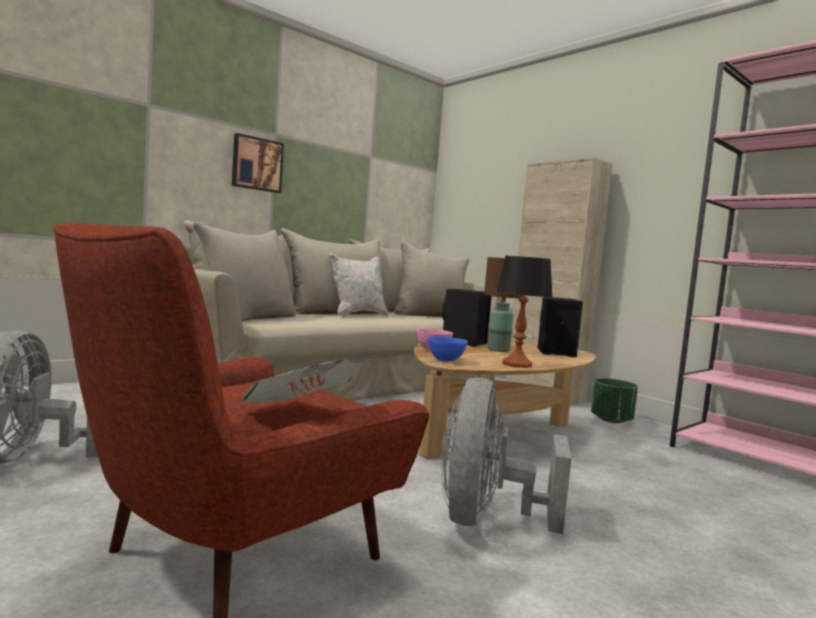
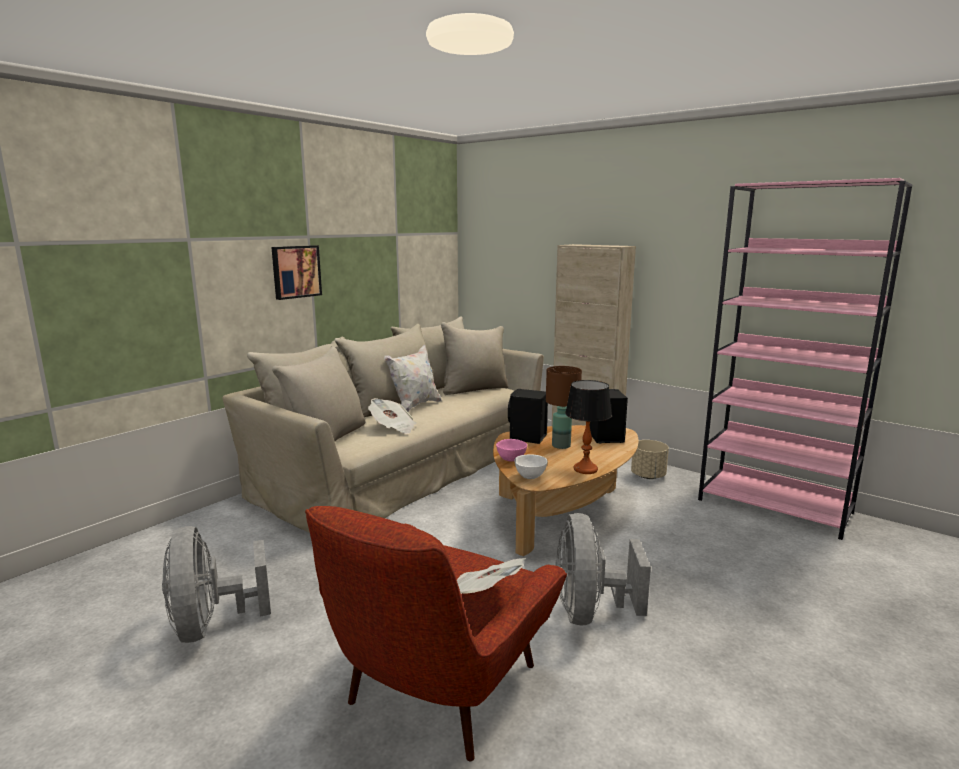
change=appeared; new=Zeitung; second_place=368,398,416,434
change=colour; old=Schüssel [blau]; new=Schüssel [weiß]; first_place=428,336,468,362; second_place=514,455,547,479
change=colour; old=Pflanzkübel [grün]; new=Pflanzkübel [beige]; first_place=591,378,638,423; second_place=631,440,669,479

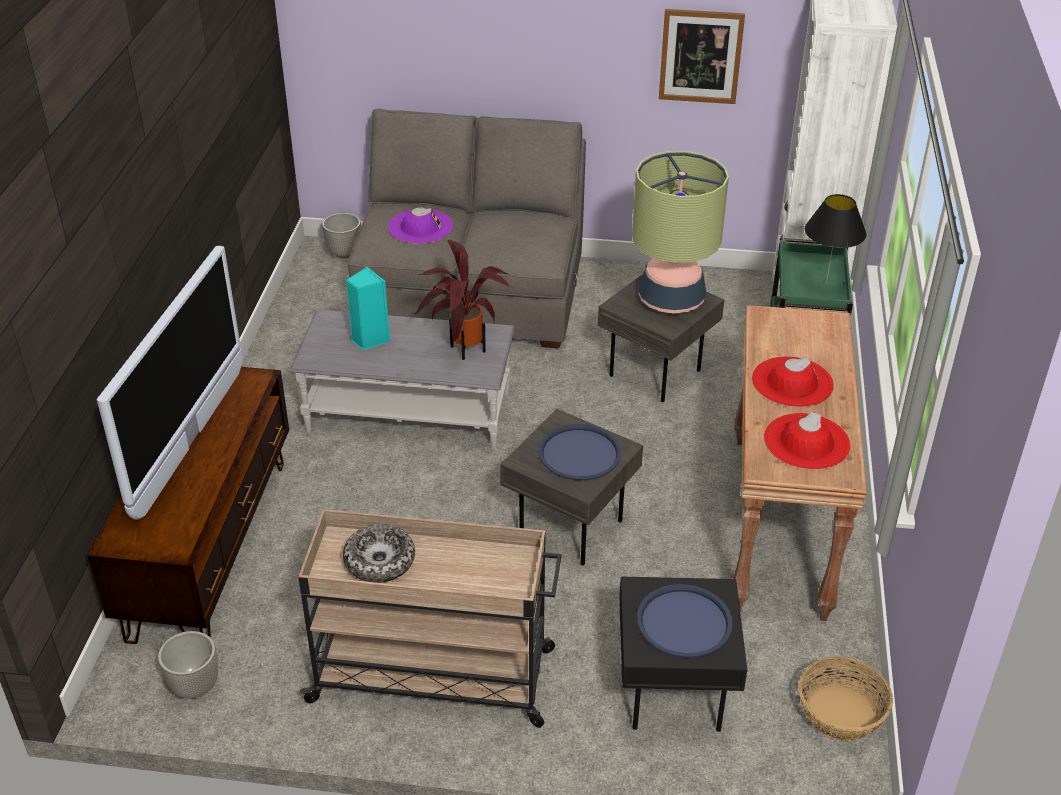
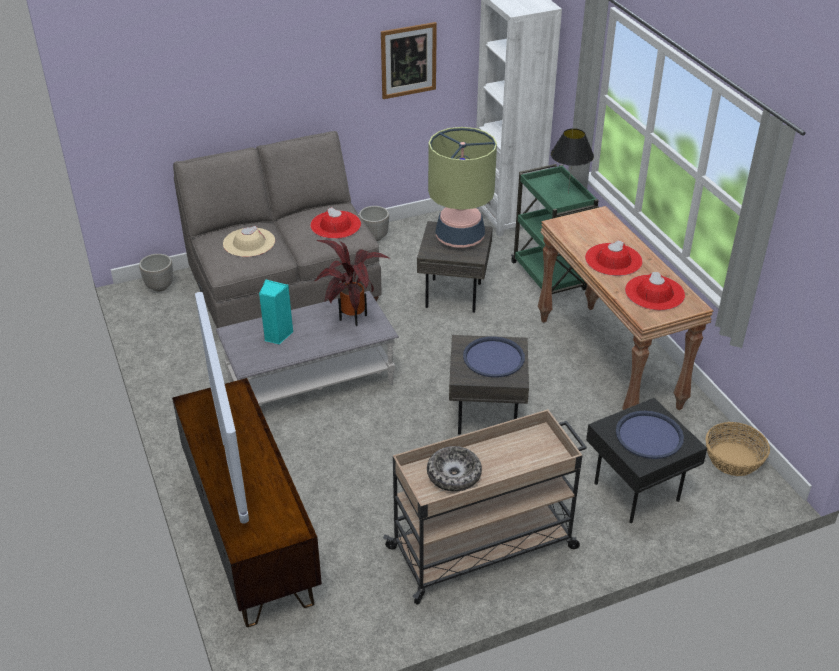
change=appeared; new=Hut [rot]; second_place=310,207,361,239
change=relocated; old=Pflanzkübel; first_place=158,631,218,698; second_place=359,206,389,241
change=colour; old=Hut [lila]; new=Hut [beige]; first_place=388,207,453,244; second_place=223,226,275,257

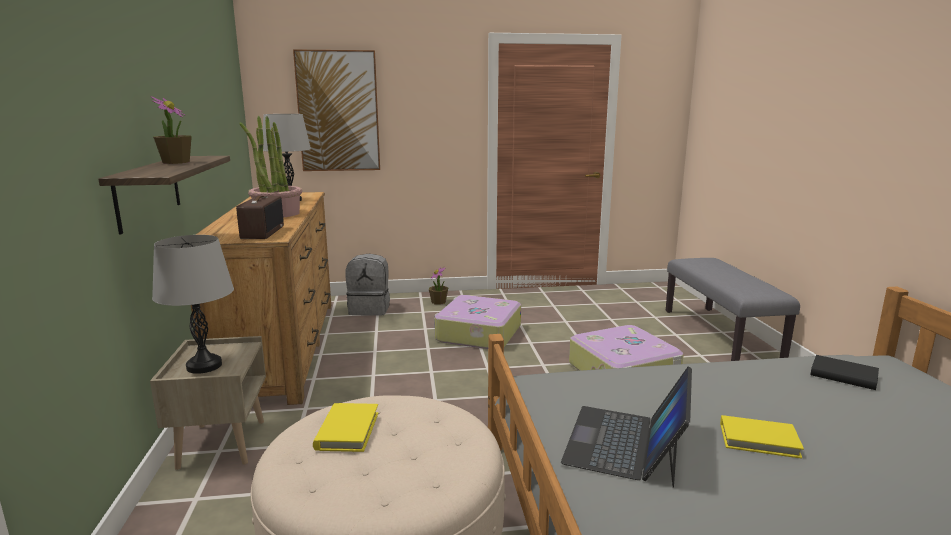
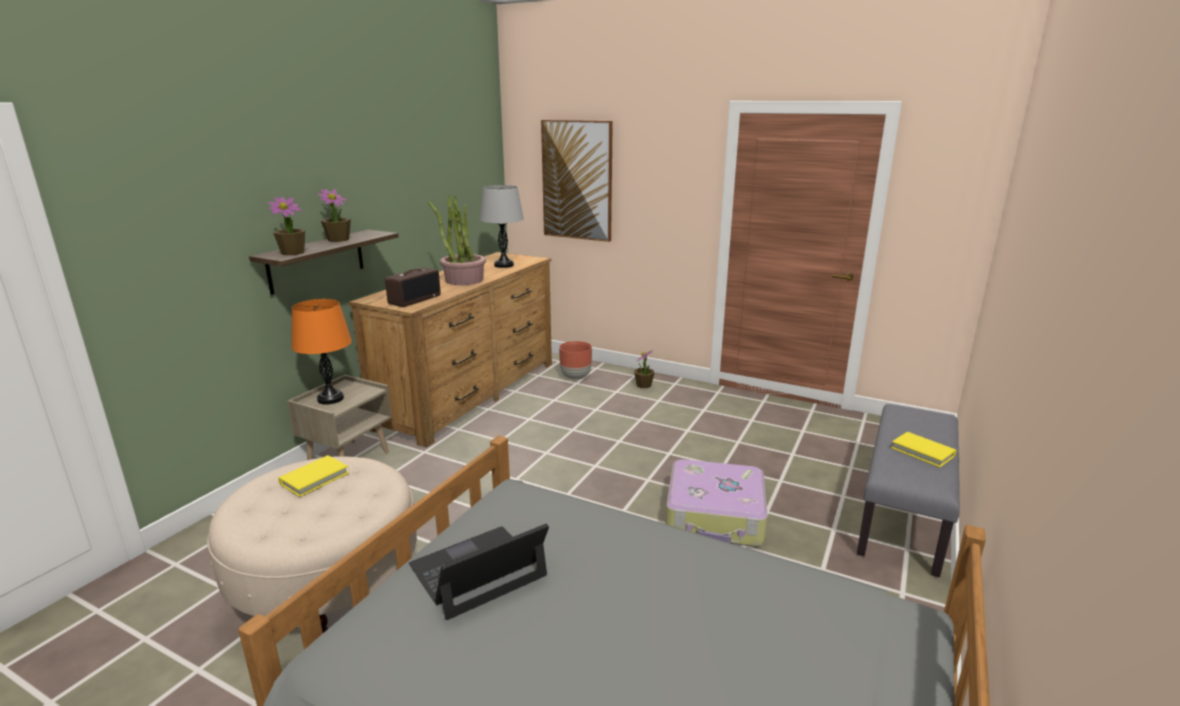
change=missing; old=Koffer; first_place=434,295,521,349
change=missing; old=Buch [schwarz]; first_place=810,355,879,390
change=appeared; new=Topfpflanze; second_place=268,197,305,255
change=relocated; old=Buch [gelb]; first_place=720,415,804,459; second_place=891,432,957,467
change=exchanged; old=Rucksack [grau]; new=Pflanzkübel [braun]; first_place=345,254,390,316; second_place=559,341,592,379
change=colour; old=Tischlampe [grau]; new=Tischlampe [orange]; first_place=152,235,234,374; second_place=291,299,352,405

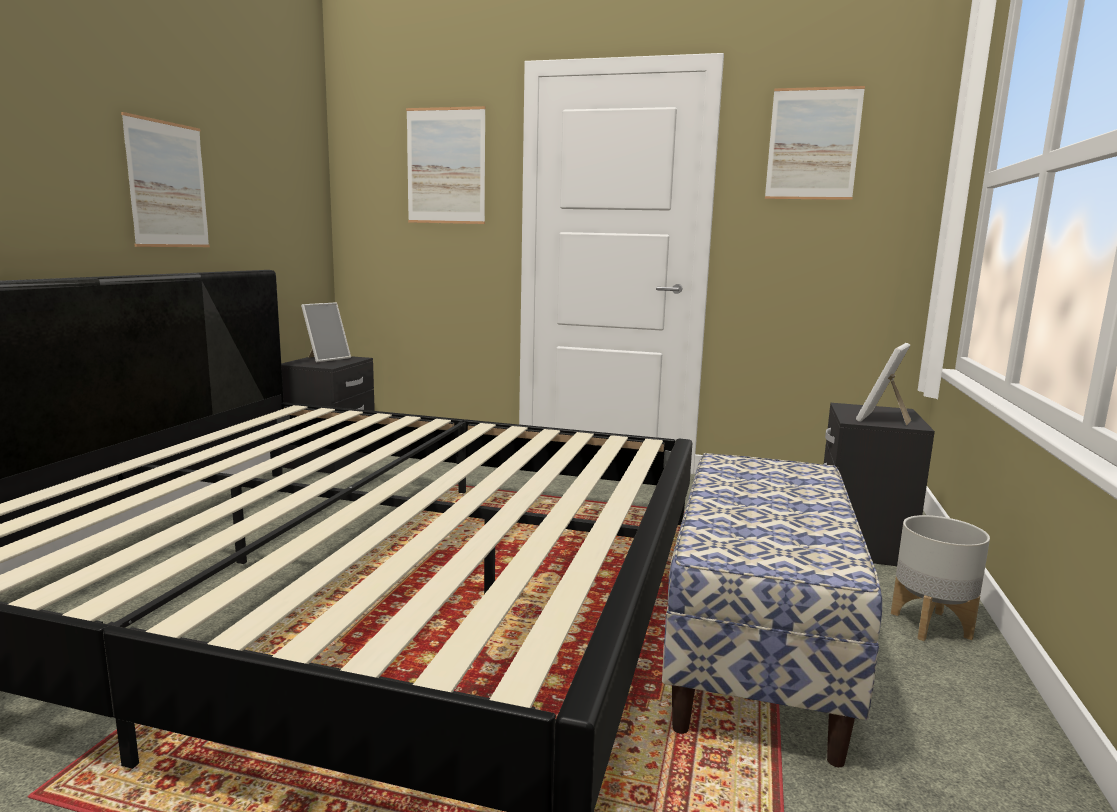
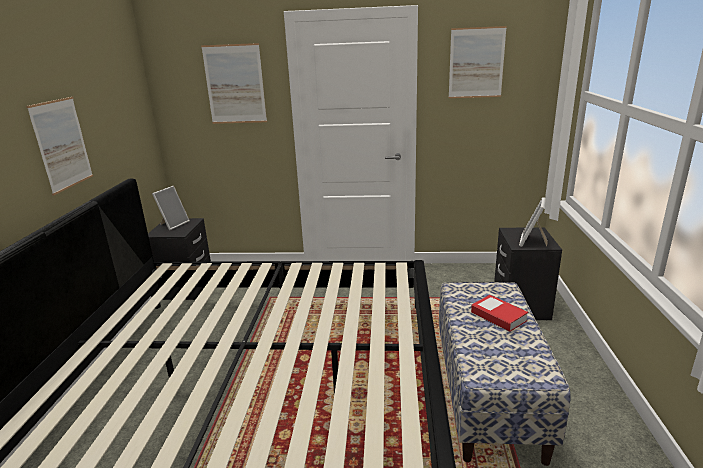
change=missing; old=Pflanzkübel [grau]; first_place=891,515,990,641
change=appeared; new=Buch; second_place=471,295,528,332

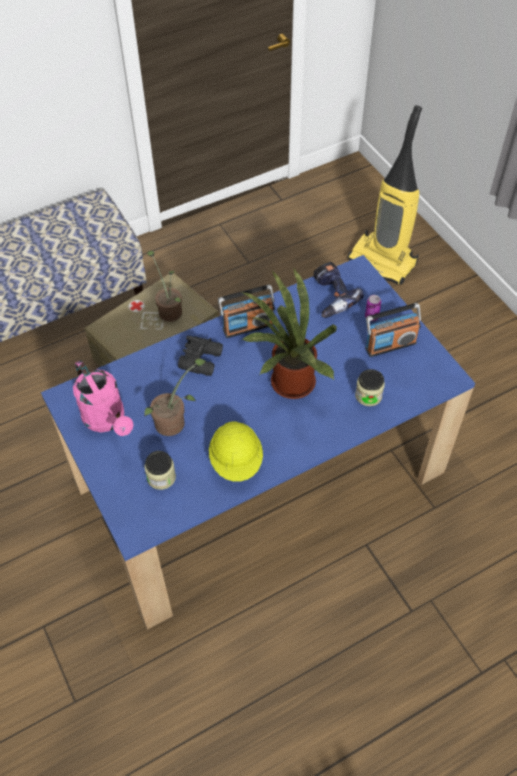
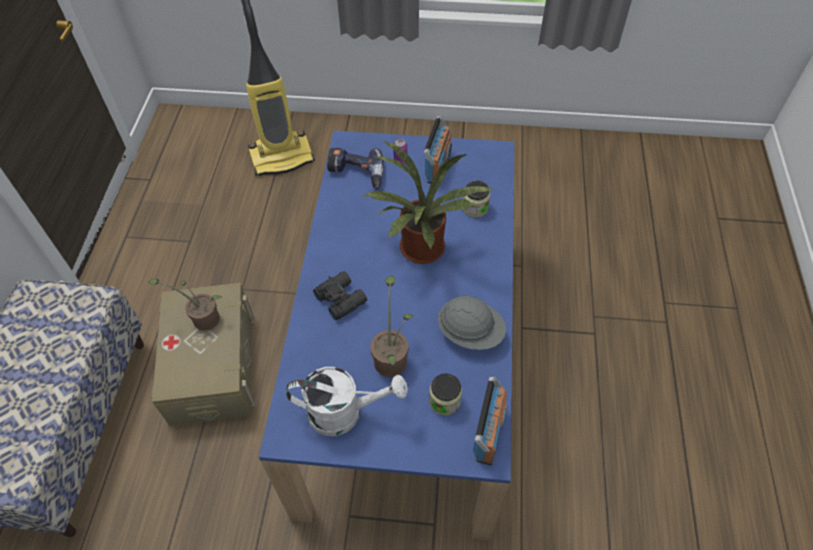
change=relocated; old=Radio; first_place=218,284,275,338; second_place=473,377,508,465
change=colour; old=Gießkanne [rosa]; new=Gießkanne [weiß]; first_place=73,360,133,436; second_place=286,367,408,436
change=colour; old=Schutzhelm [gelb]; new=Schutzhelm [grau]; first_place=209,422,263,482; second_place=438,296,506,350

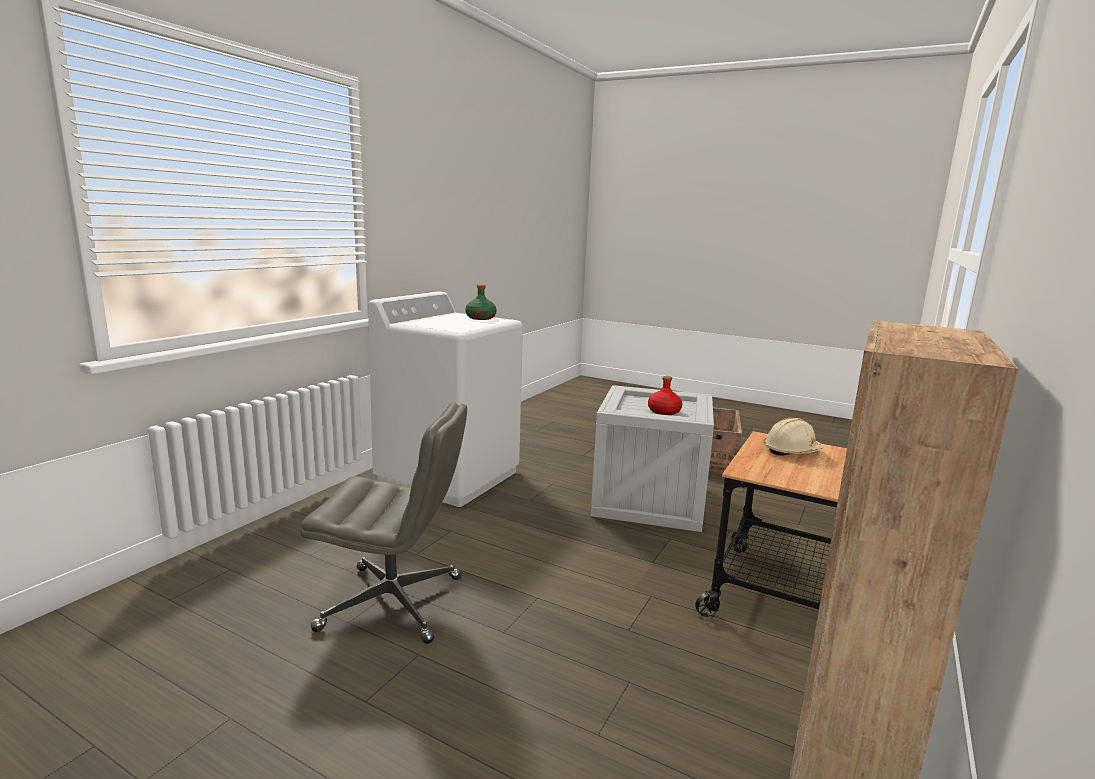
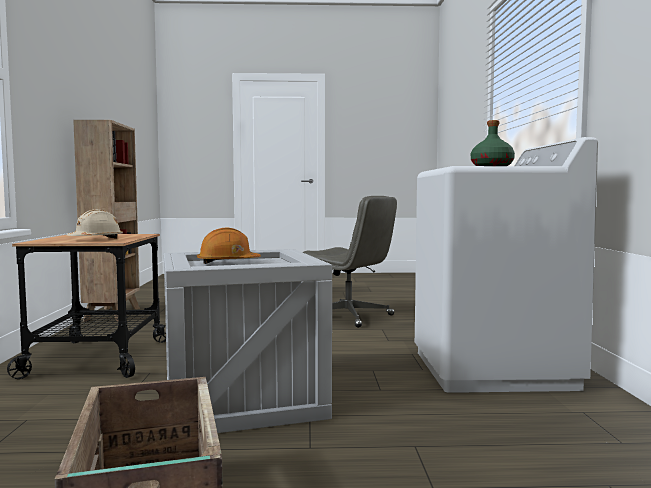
change=exchanged; old=Flasche [rot]; new=Schutzhelm [orange]; first_place=648,376,682,415; second_place=197,228,261,264
change=spun; old=Bürostuhl [grau]; first_place=301,403,467,644; second_place=302,196,397,328; degrees=-120

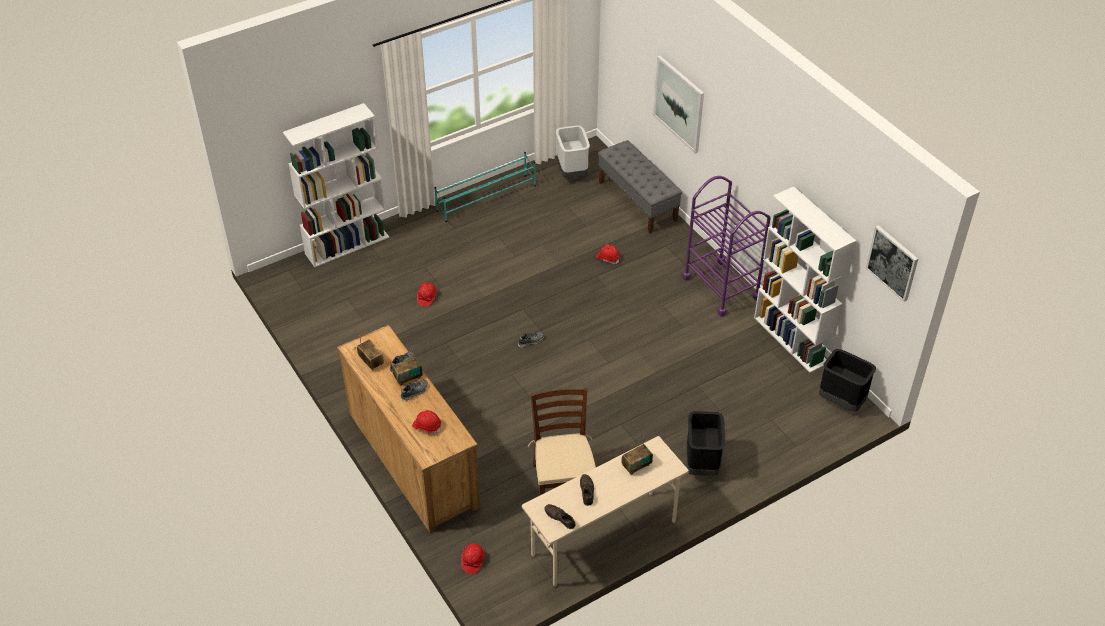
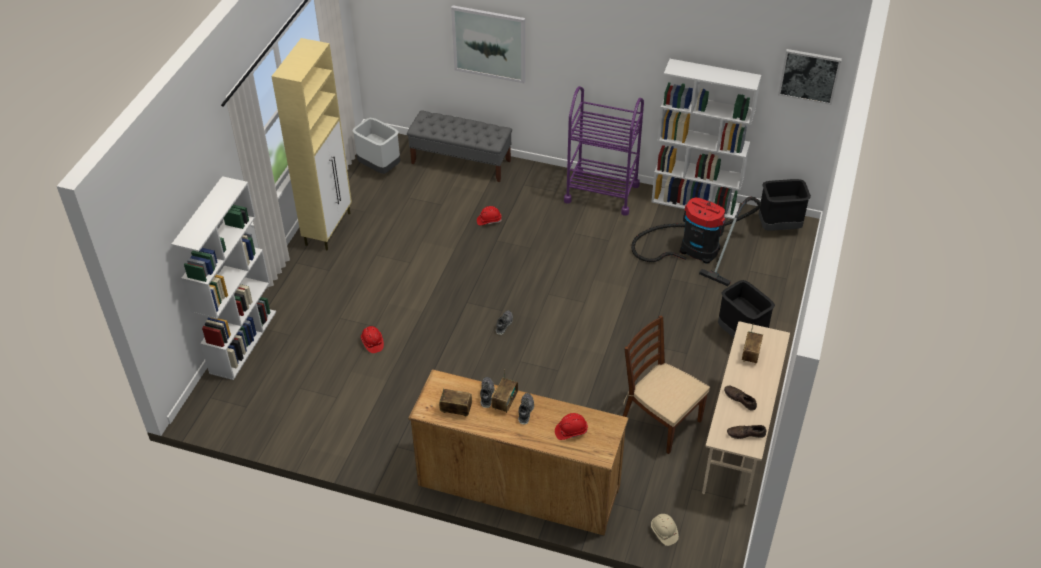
change=appeared; new=Staubsauger; second_place=631,197,761,286
change=exchanged; old=Schuhregal [türkis]; new=Schrank [beige]; first_place=434,152,536,222; second_place=272,38,352,250
change=colour; old=Schutzhelm [rot]; new=Schutzhelm [beige]; first_place=461,544,485,574; second_place=651,514,679,546

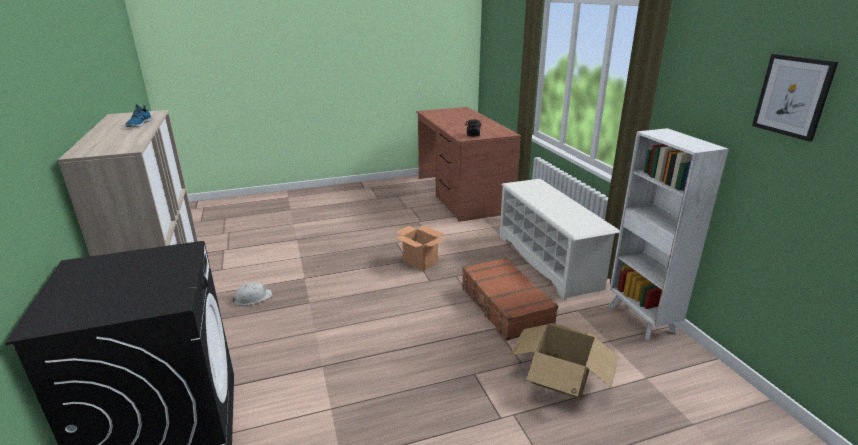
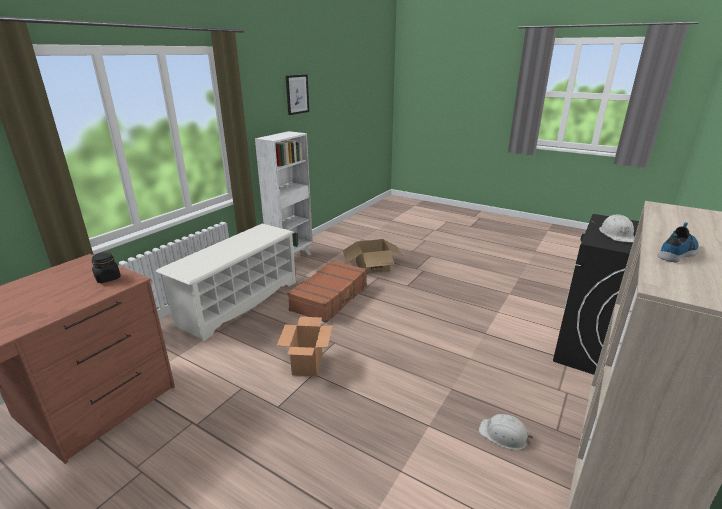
change=appeared; new=Schutzhelm [weiß]; second_place=599,214,635,242

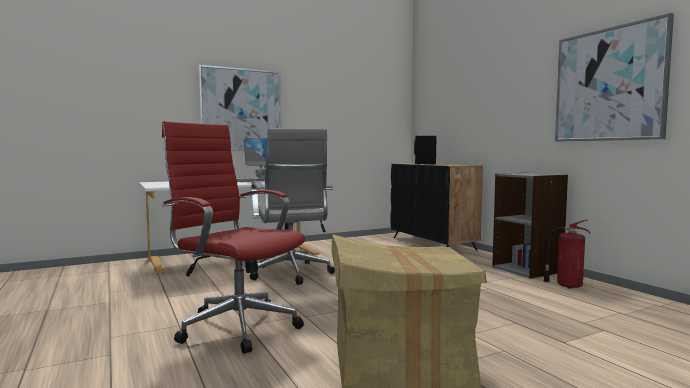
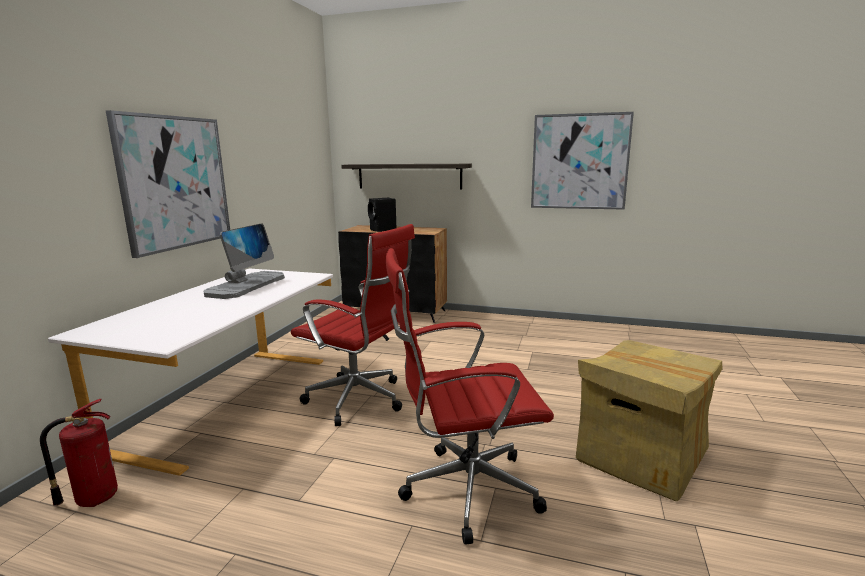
change=missing; old=Bücherregal [grau]; first_place=492,173,568,279
change=appeared; new=Wandregal; second_place=341,164,472,189
change=relocated; old=Feuerlöscher; first_place=544,220,590,289; second_place=40,399,118,507
change=colour; old=Bürostuhl [grau]; new=Bürostuhl [rot]; first_place=250,128,335,285; second_place=291,224,415,426

